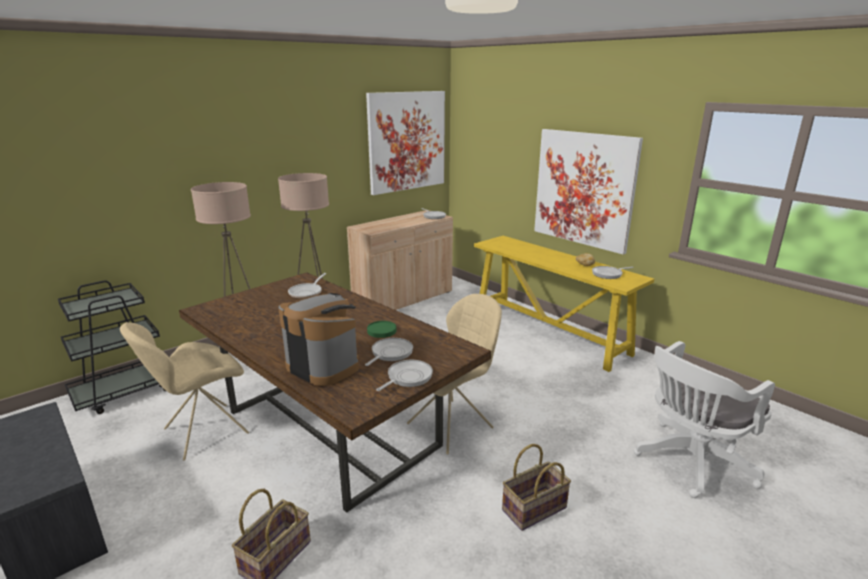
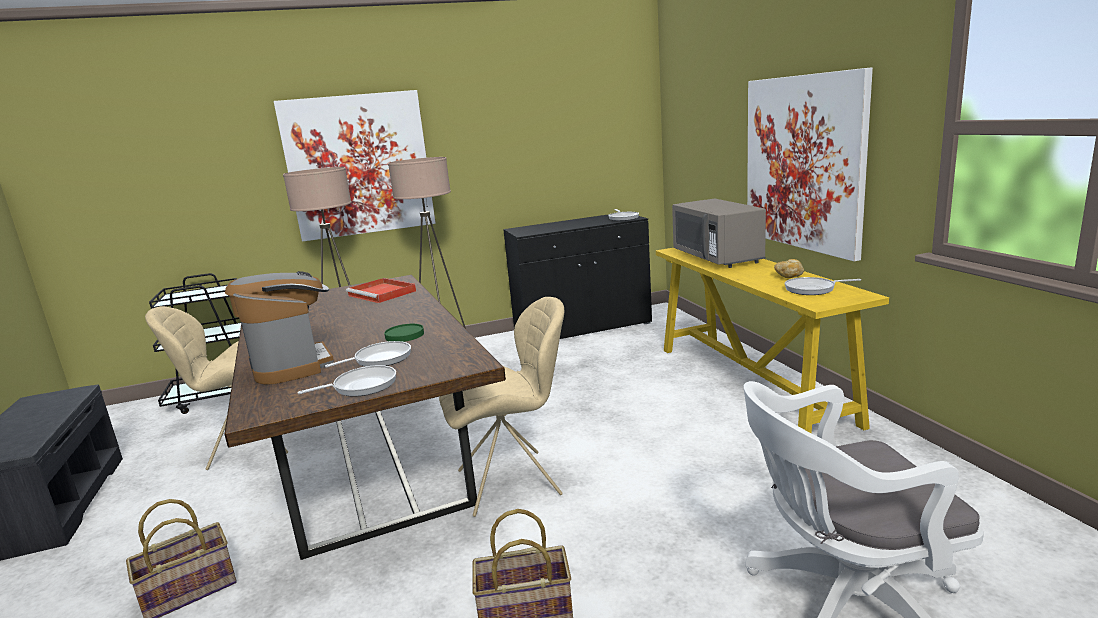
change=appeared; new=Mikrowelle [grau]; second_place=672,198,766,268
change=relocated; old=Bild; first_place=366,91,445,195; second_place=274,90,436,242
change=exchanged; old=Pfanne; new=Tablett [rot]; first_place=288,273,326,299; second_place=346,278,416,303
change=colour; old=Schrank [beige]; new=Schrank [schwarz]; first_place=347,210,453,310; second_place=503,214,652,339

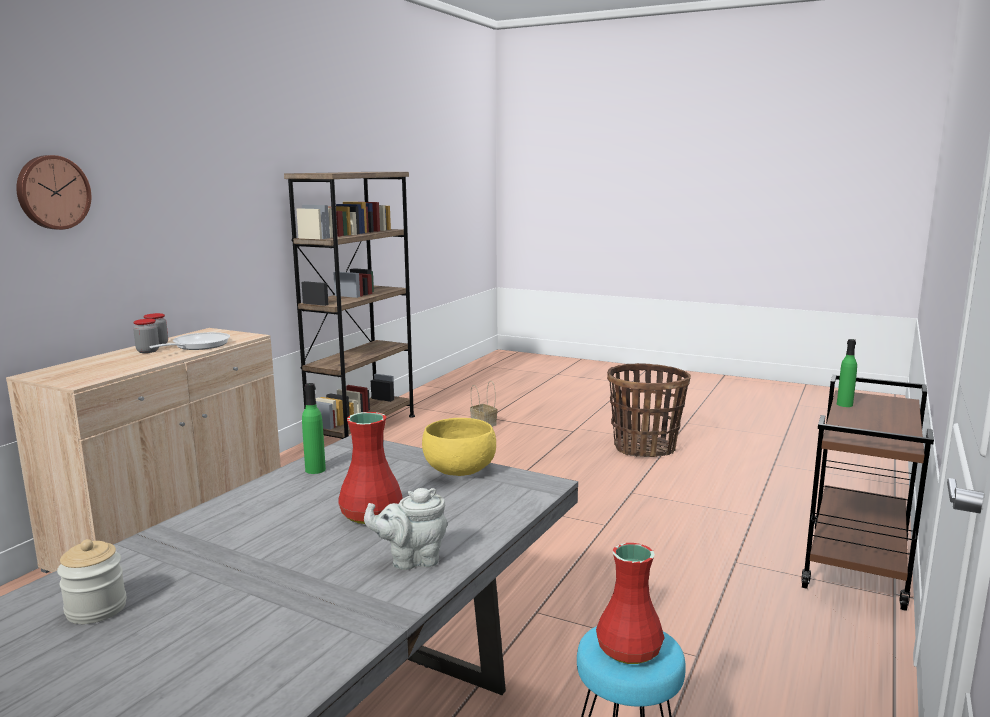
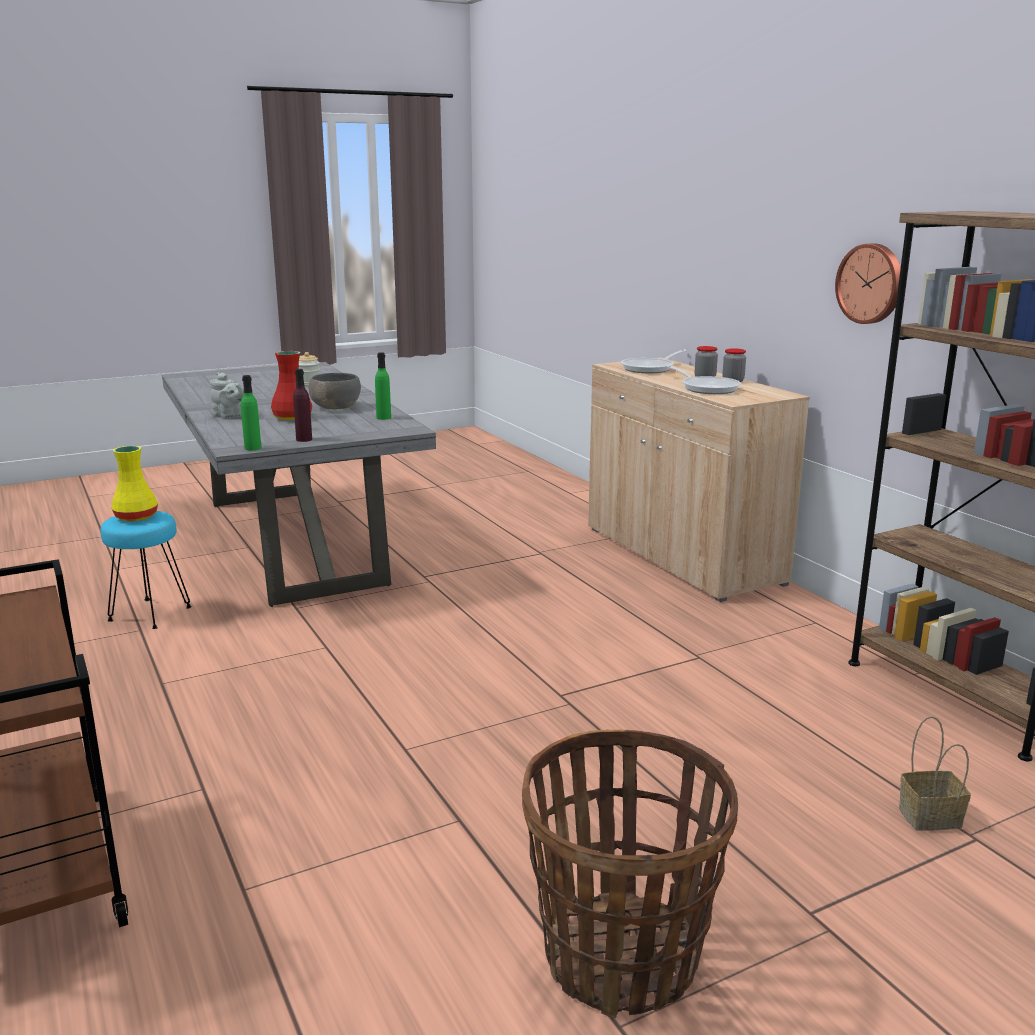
change=appeared; new=Schüssel [grau]; second_place=309,373,361,409
change=appeared; new=Pfanne; second_place=621,349,687,373
change=relocated; old=Wanduhr; first_place=16,155,91,230; second_place=835,243,901,324
change=relocated; old=Flasche [grün]; first_place=837,339,857,407; second_place=241,375,262,450
change=exchanged; old=Schüssel [gelb]; new=Flasche [lila]; first_place=422,418,496,476; second_place=293,369,312,442
change=colour; old=Vase [rot]; new=Vase [gelb]; first_place=596,543,664,664; second_place=111,446,158,522
change=spun; old=Teekanne [grau]; first_place=364,488,448,570; second_place=210,373,244,418; degrees=105

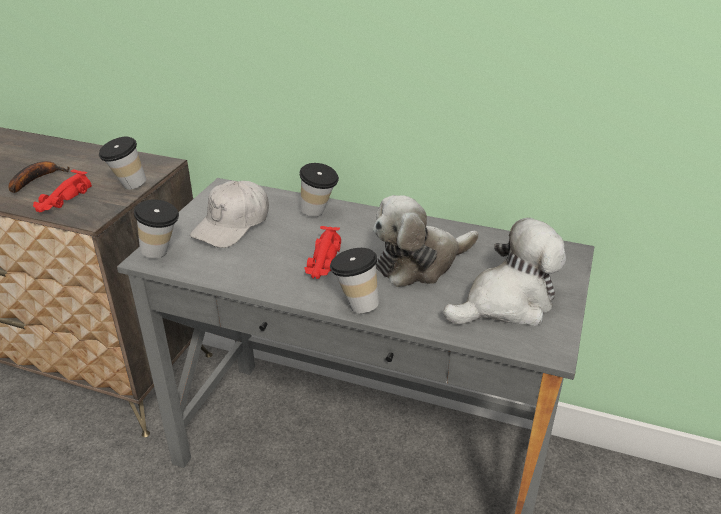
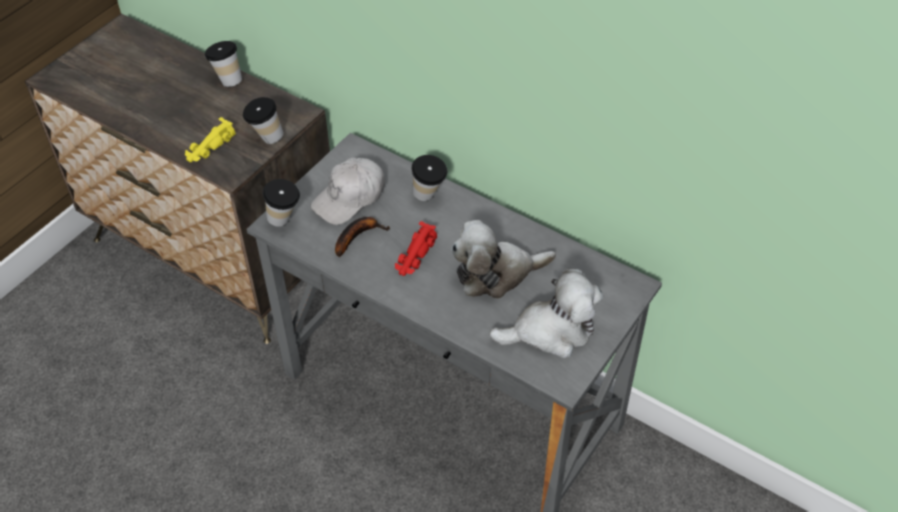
change=relocated; old=Banane; first_place=9,161,70,193; second_place=335,217,390,257
change=relocated; old=Tasse; first_place=330,248,379,313; second_place=205,41,242,87
change=colour; old=Spielzeugauto [rot]; new=Spielzeugauto [gelb]; first_place=33,169,92,212; second_place=185,117,236,162

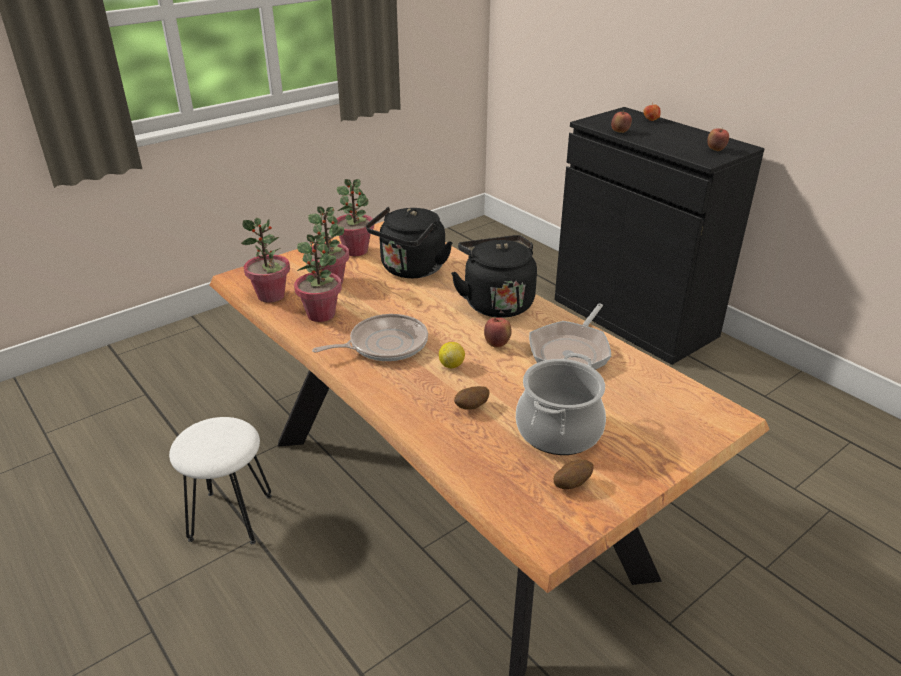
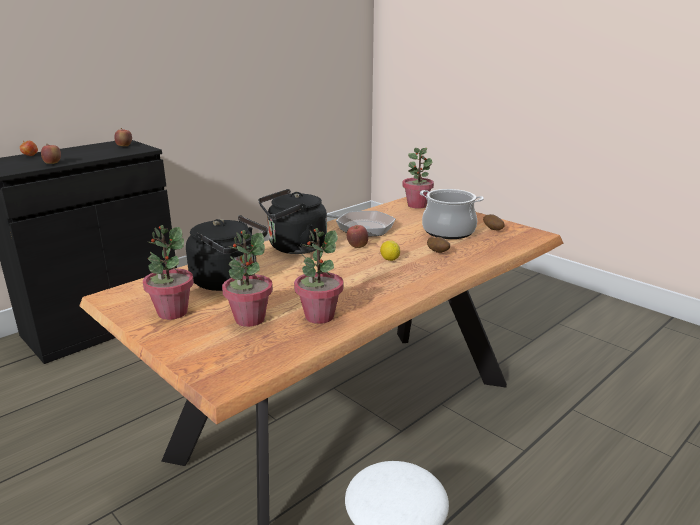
change=missing; old=Pfanne; first_place=312,314,428,361
change=relocated; old=Topfpflanze; first_place=241,218,290,303; second_place=402,148,434,209

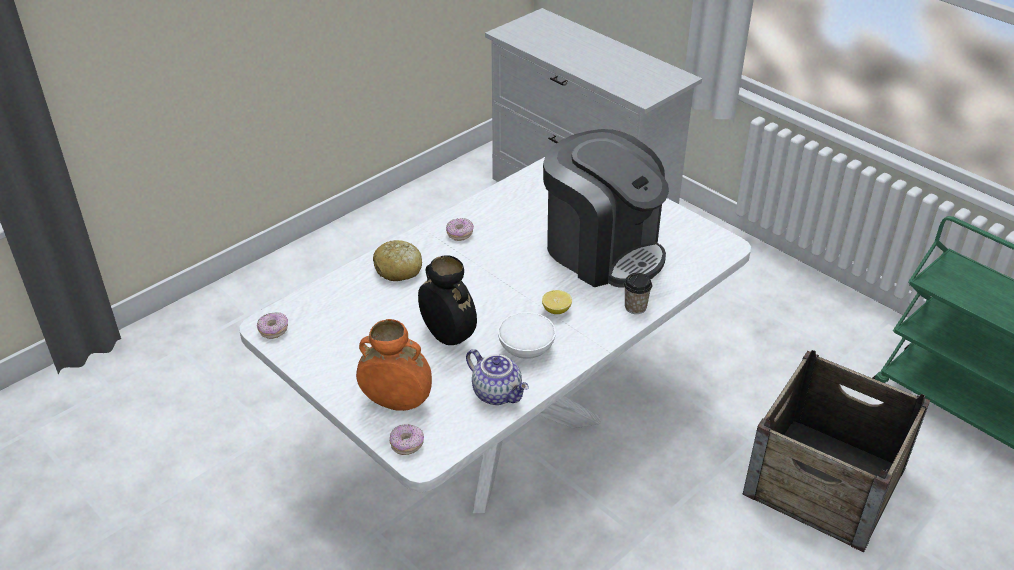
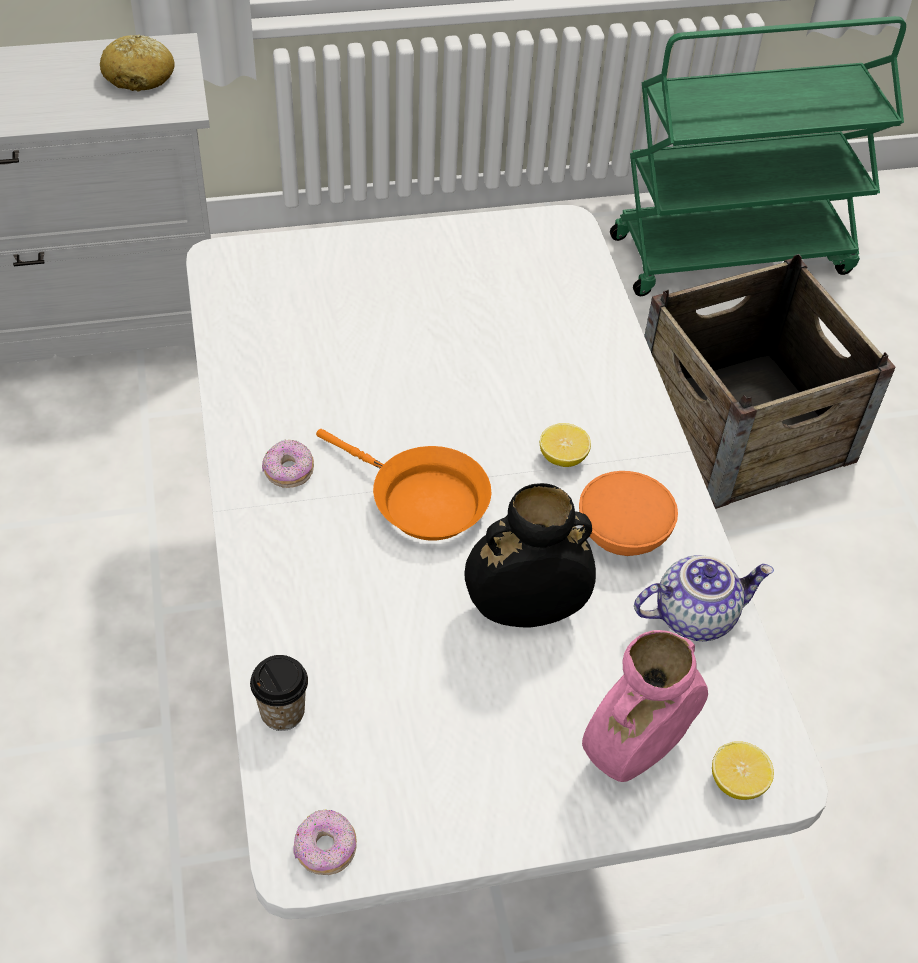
change=missing; old=Kaffeemaschine; first_place=543,129,669,288
change=appeared; new=Pfanne [orange]; second_place=316,429,491,541
change=relocated; old=Brot; first_place=373,240,422,281; second_place=100,35,175,92
change=relocated; old=Tasse; first_place=624,273,652,314; second_place=250,655,308,731
change=exchanged; old=Donut; new=Zitrone; first_place=390,424,424,455; second_place=712,742,774,800
change=colour; old=Vase [orange]; new=Vase [rosa]; first_place=356,319,432,411; second_place=582,630,708,782
change=colour; old=Schüssel [weiß]; new=Schüssel [orange]; first_place=498,312,556,359; second_place=579,471,678,556

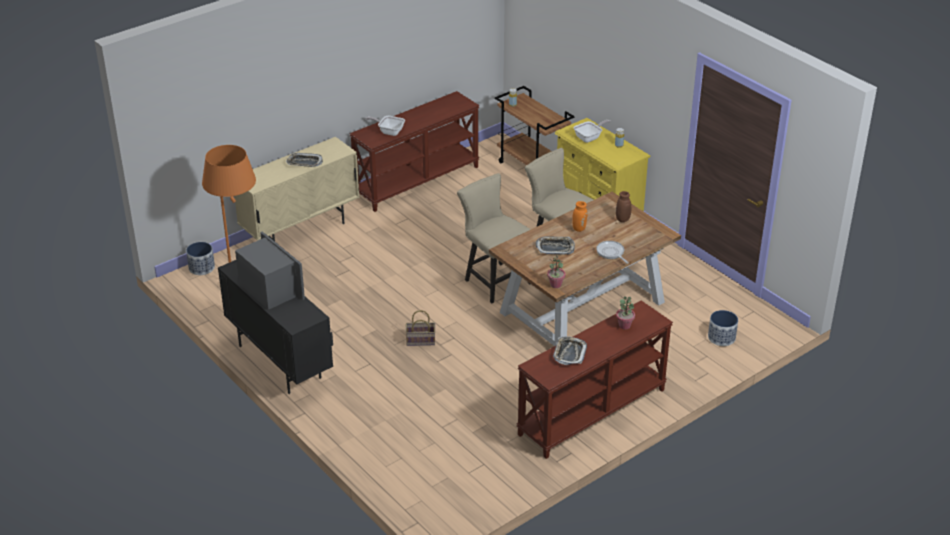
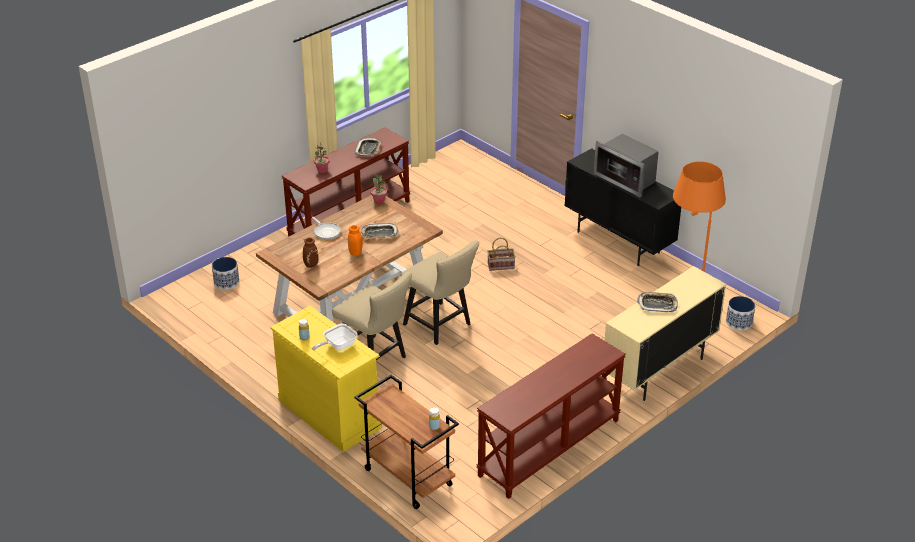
change=missing; old=Pfanne; first_place=365,116,405,136

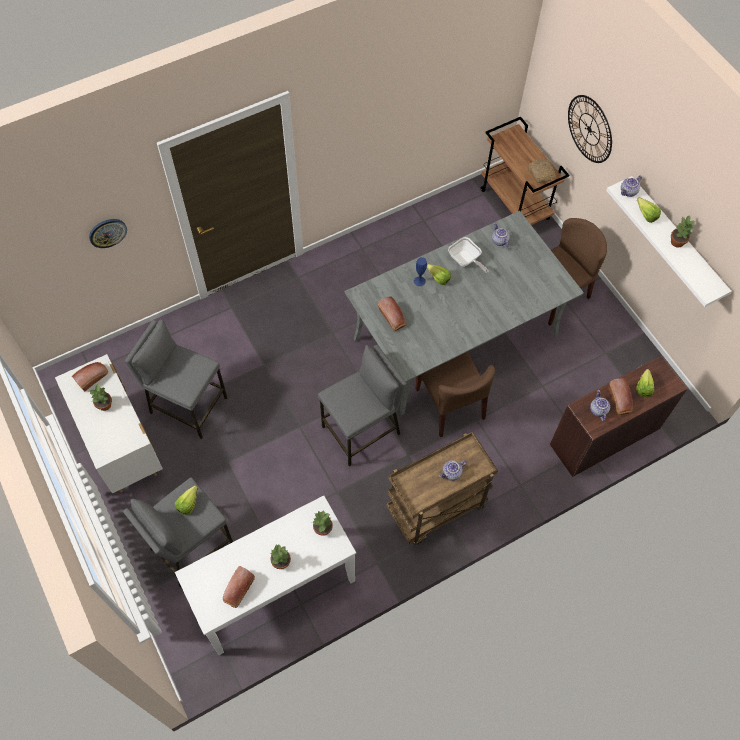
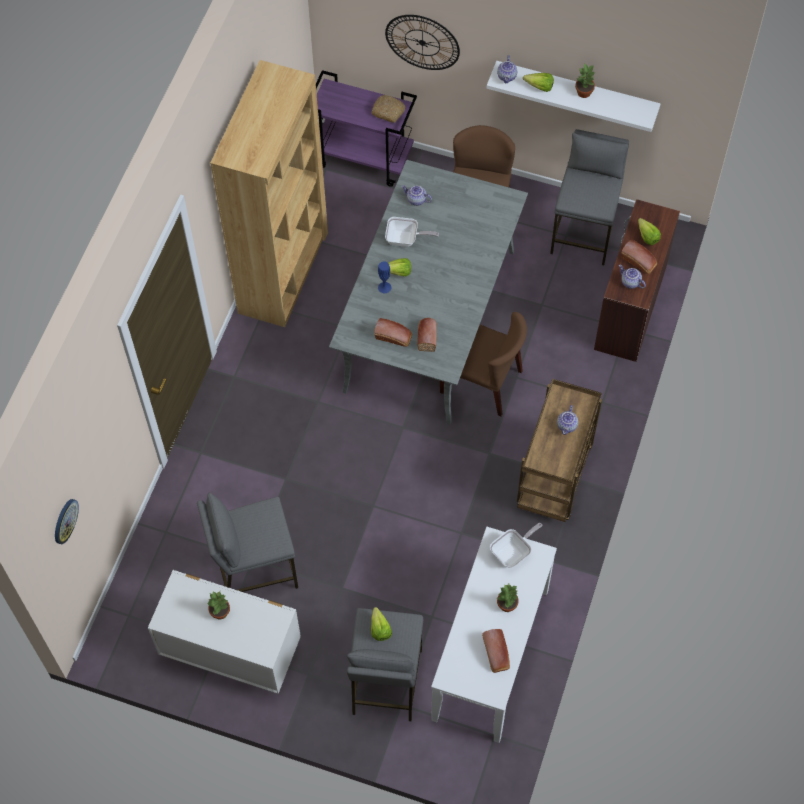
change=appeared; new=Bücherregal [braun]; second_place=210,60,328,327
change=relocated; old=Brot; first_place=72,362,108,392; second_place=417,318,437,352
change=relocated; old=Wanduhr; first_place=89,219,127,248; second_place=55,499,79,544
change=relocated; old=Hocker [grau]; first_place=318,345,407,467; second_place=550,129,629,265
change=exchanged; old=Topfpflanze; new=Pfanne; first_place=312,510,333,536; second_place=490,523,543,568
change=colour; old=Rollwagen [braun]; new=Rollwagen [lila]; first_place=481,116,569,225; second_place=316,70,417,187

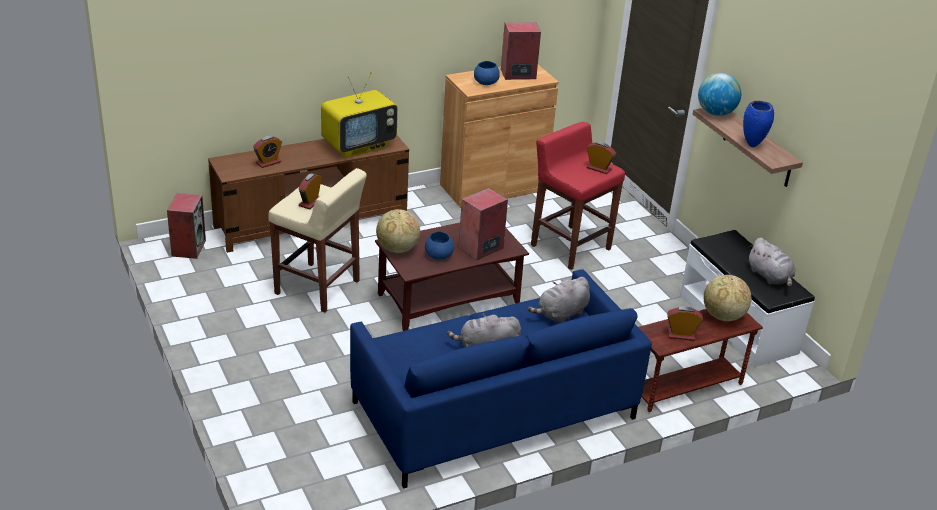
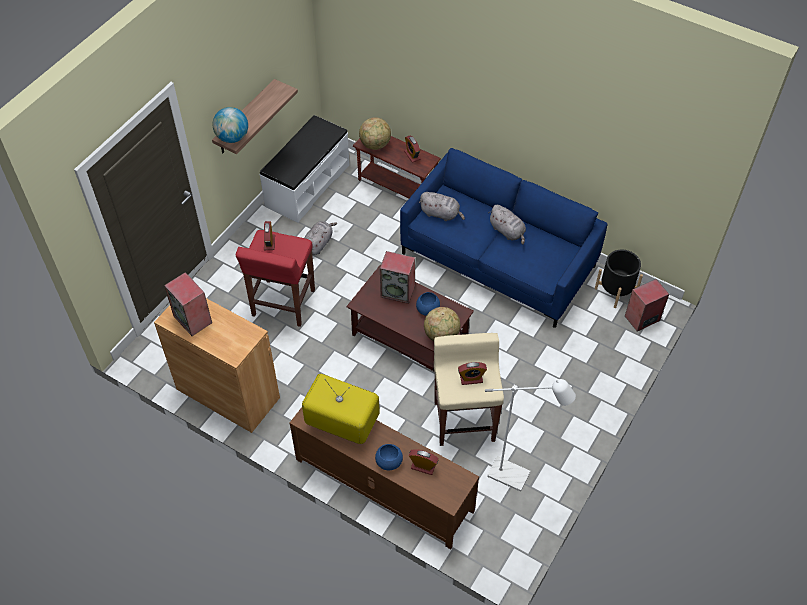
change=missing; old=Vase [blau]; first_place=743,101,774,147
change=appeared; new=Stehlampe [weiß]; second_place=485,379,576,492
change=appeared; new=Pflanzkübel [schwarz]; second_place=595,250,643,308
change=relocated; old=Lautsprecher; first_place=167,193,206,259; second_place=625,279,669,332
change=relocated; old=Schüssel [blau]; first_place=474,61,500,85; second_place=375,444,403,470
change=relocated; old=Plüschtier [grau]; first_place=748,237,795,287; second_place=304,221,337,255

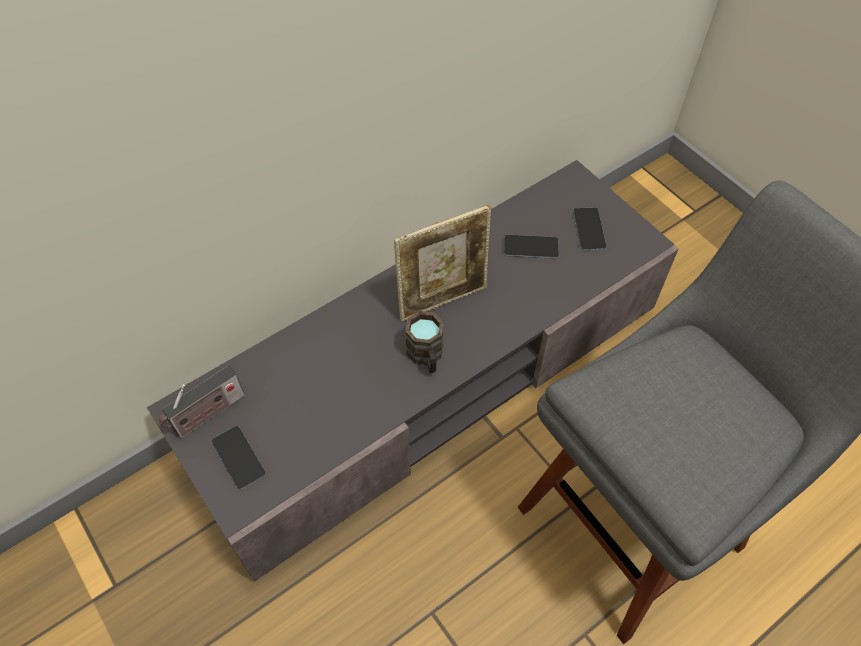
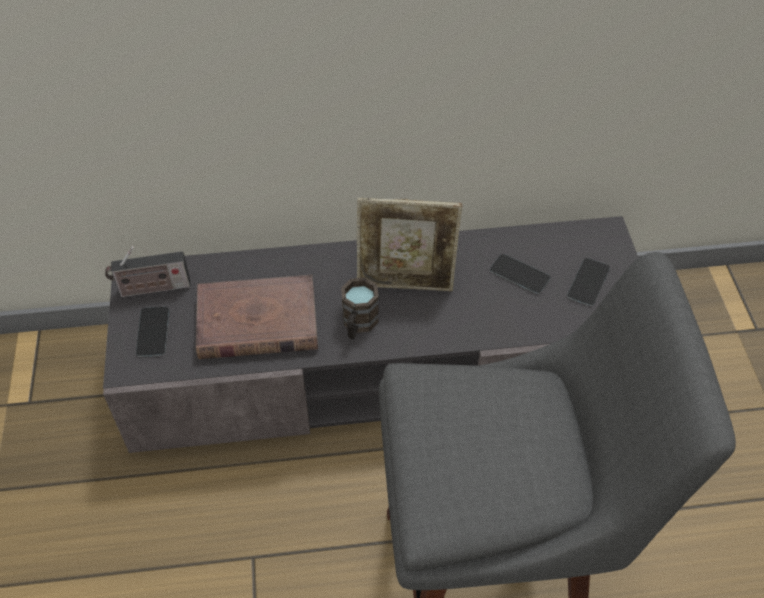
change=appeared; new=Buch [braun]; second_place=196,275,318,359

